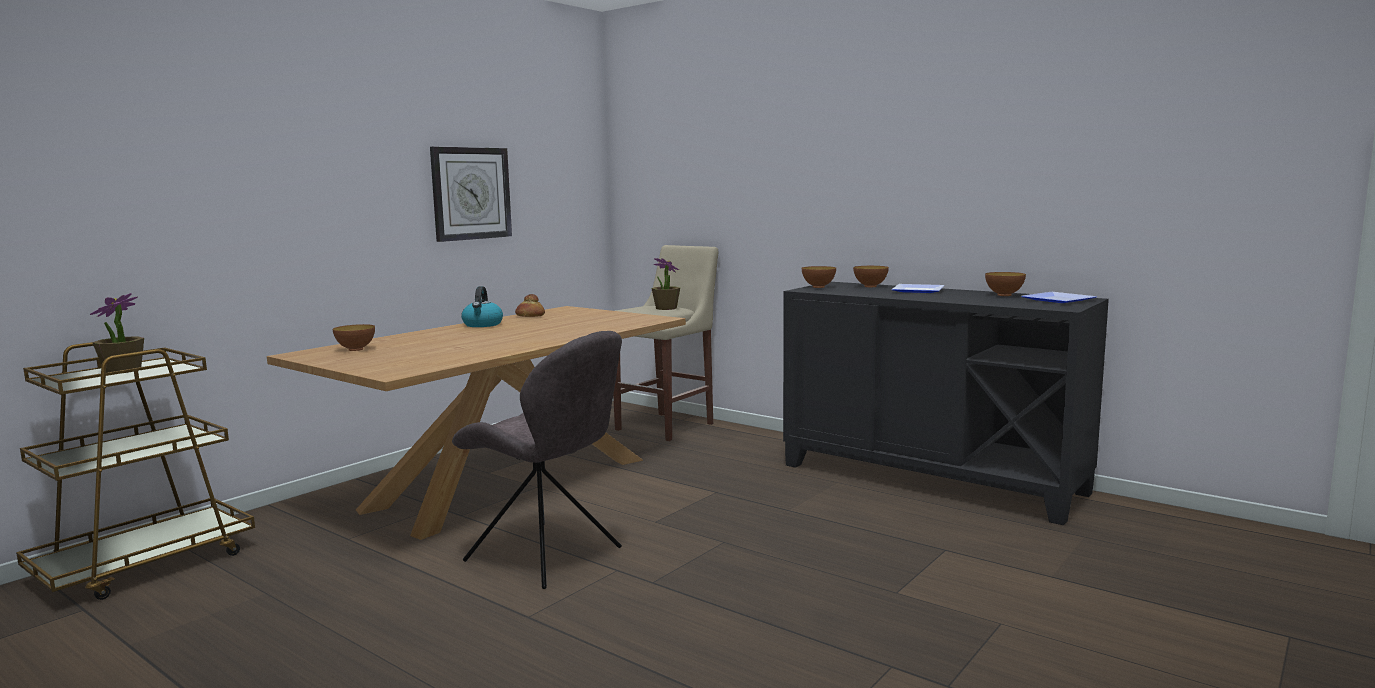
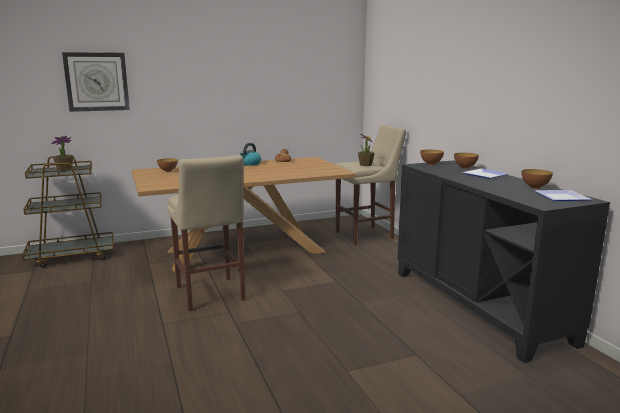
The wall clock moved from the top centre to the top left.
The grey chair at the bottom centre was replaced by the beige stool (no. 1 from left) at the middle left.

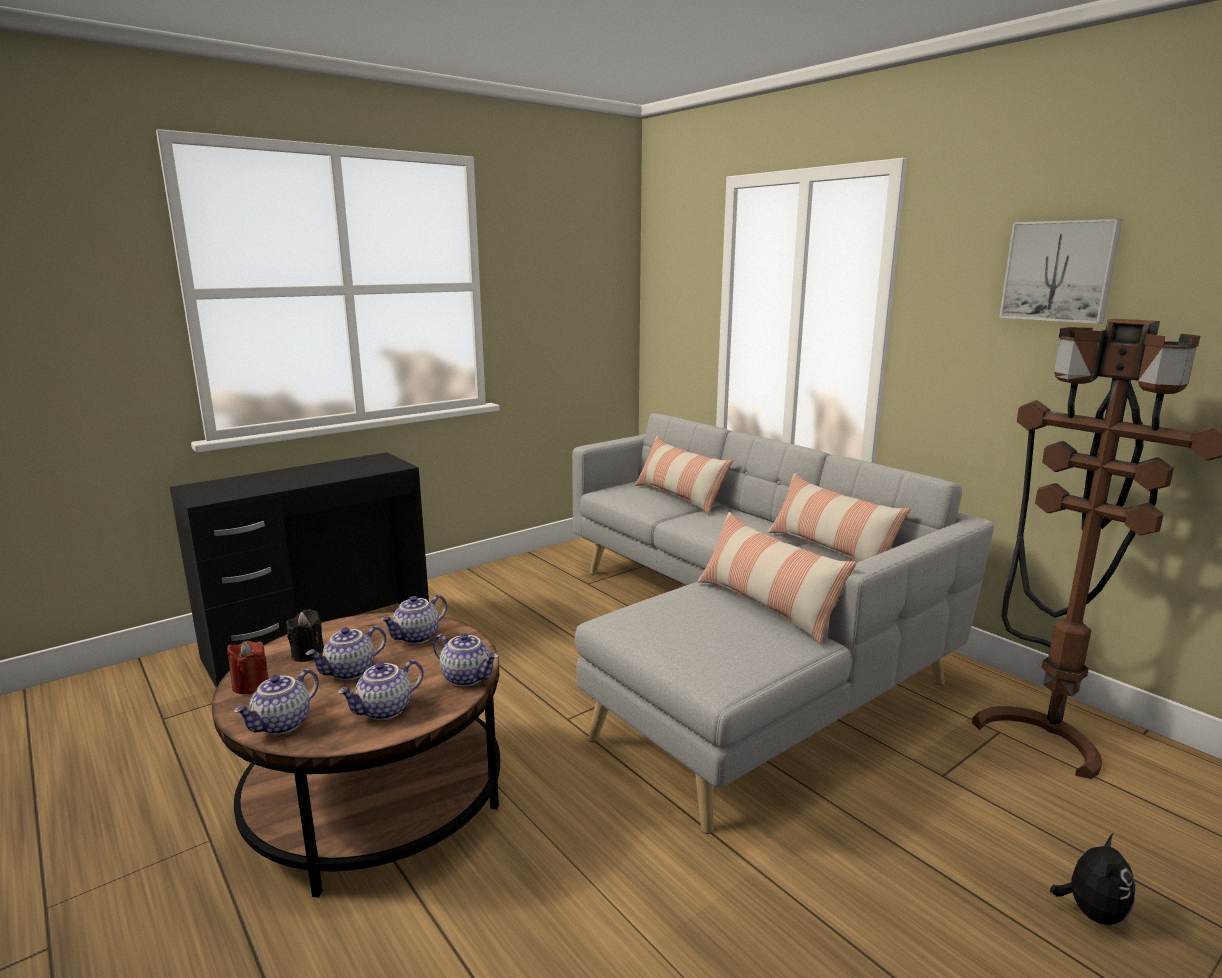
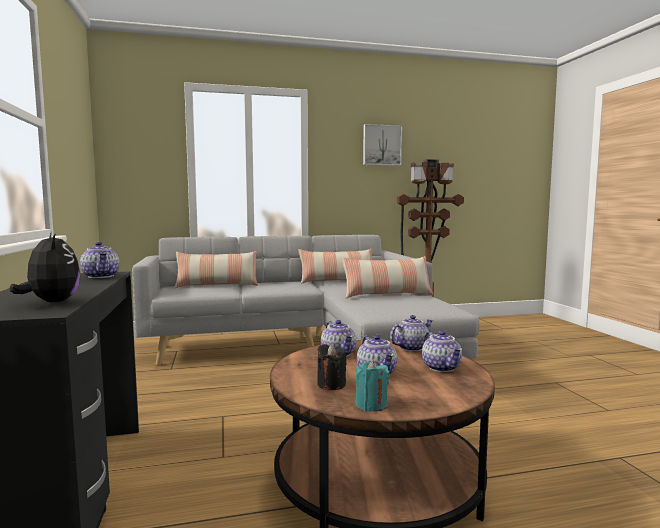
The plush toy moved from the bottom right to the middle left.
The teapot (no. 1 from left) moved from the bottom left to the middle left.
The red candle at the bottom left became the turquoise candle at the bottom centre.

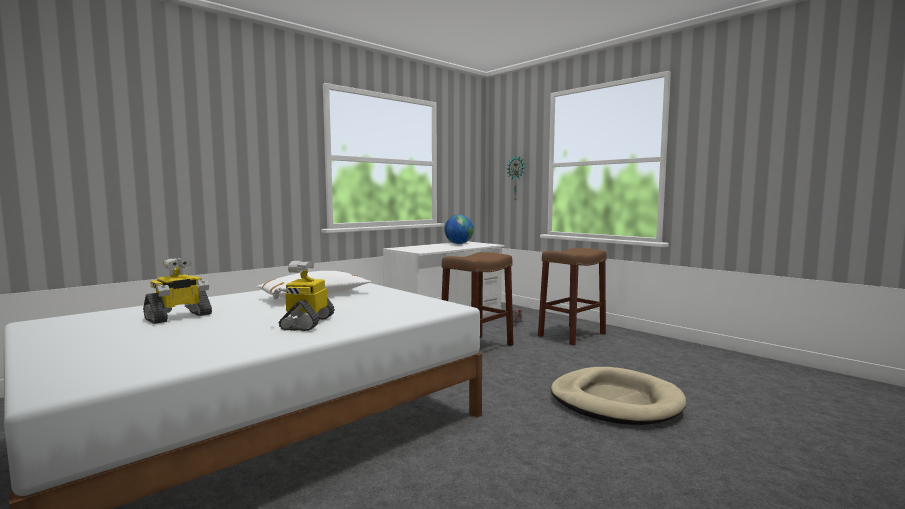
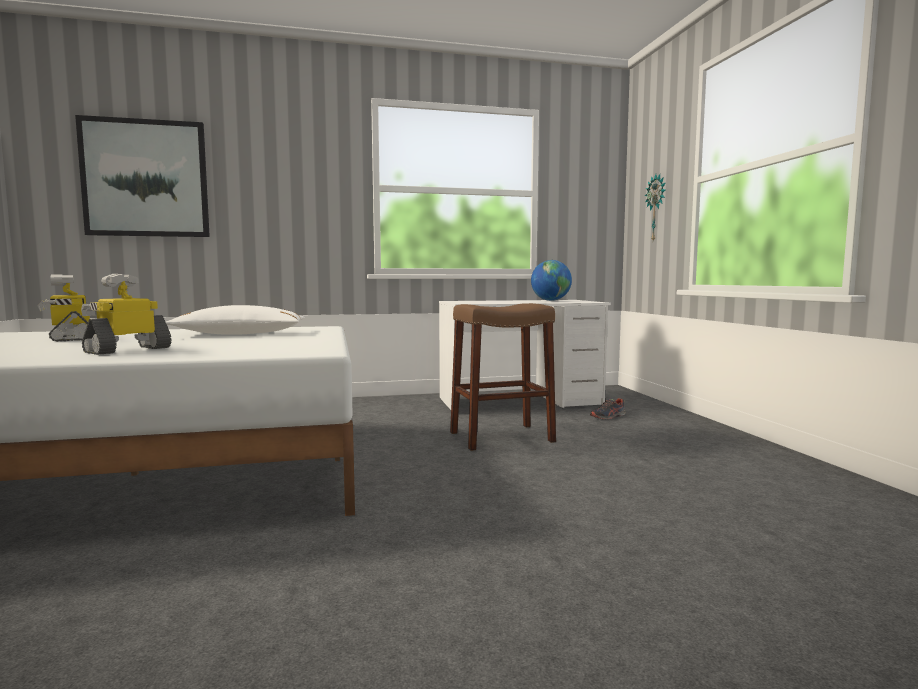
The toy robot (no. 1 from left) at the middle left turned 75 degrees clockwise.
The picture at the top left appeared.
The brown stool (no. 2 from left) at the centre disappeared.
The beige dog bed at the bottom right disappeared.

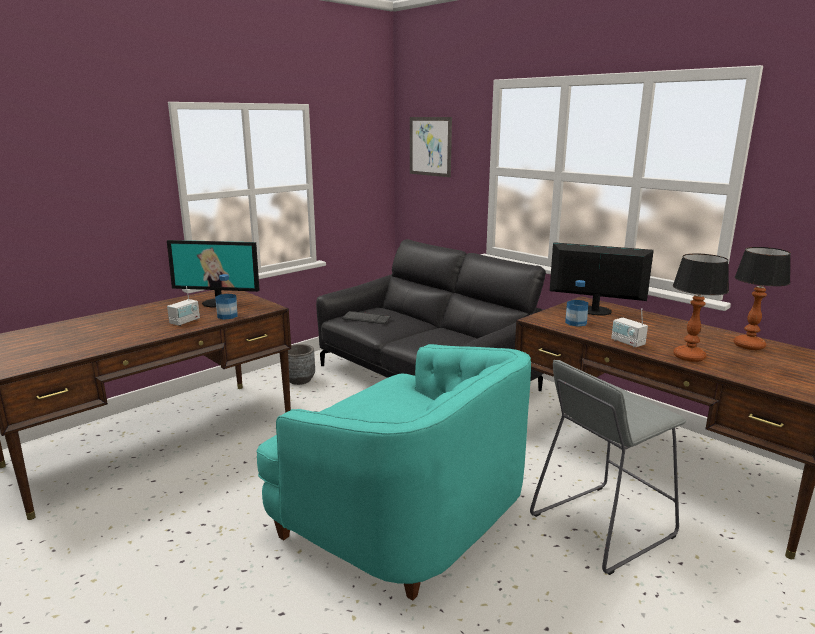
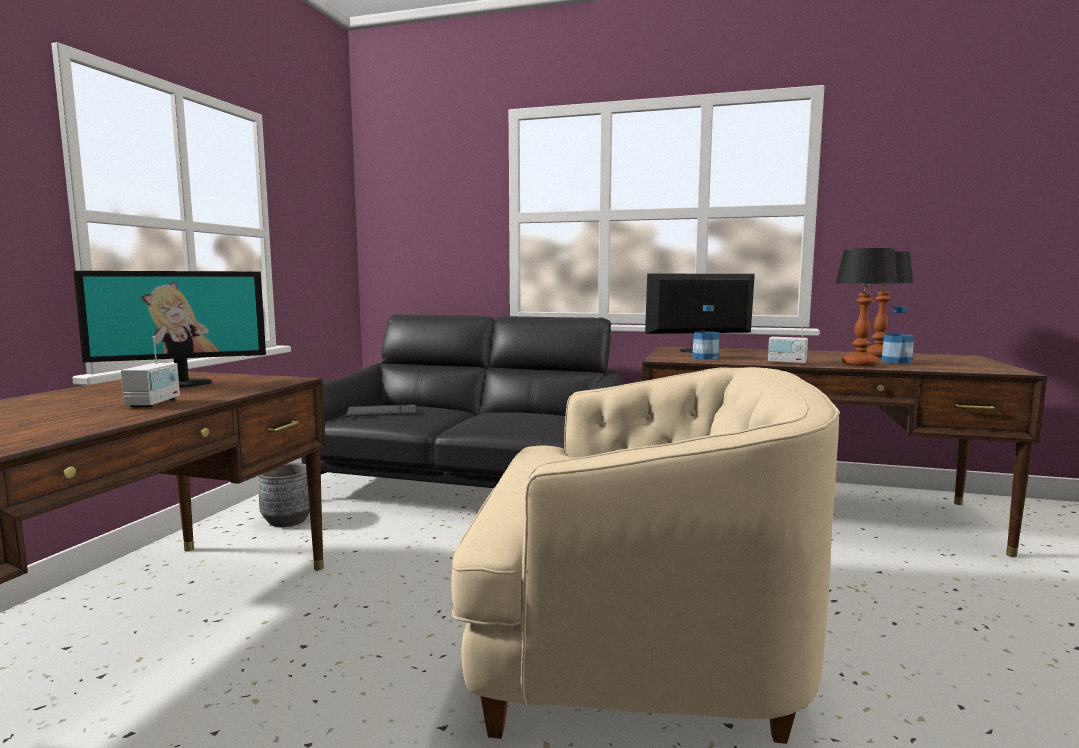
The turquoise armchair at the bottom centre became the beige armchair at the bottom centre.
The bottle (no. 1 from left in the first image) moved from the middle left to the middle right.
The picture at the top centre disappeared.
The grey stool at the bottom right disappeared.

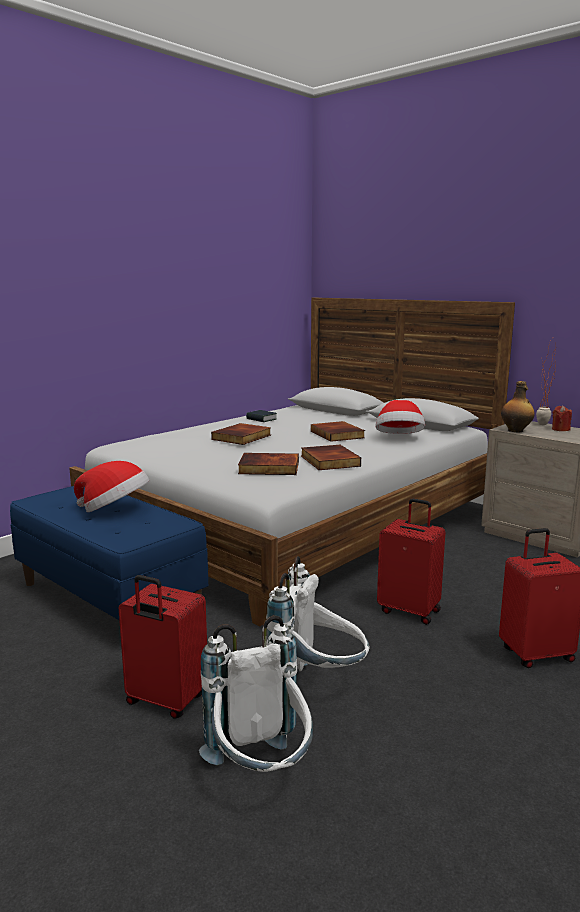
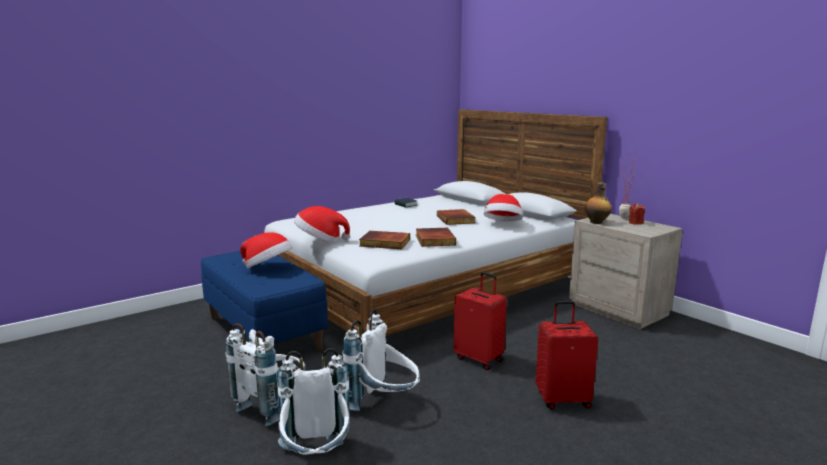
The red suitcase (no. 1 from left) at the bottom left was replaced by the white backpack (no. 1 from left) at the bottom left.
The hat (no. 2 from left) at the centre appeared.
The book (no. 1 from left) at the centre disappeared.

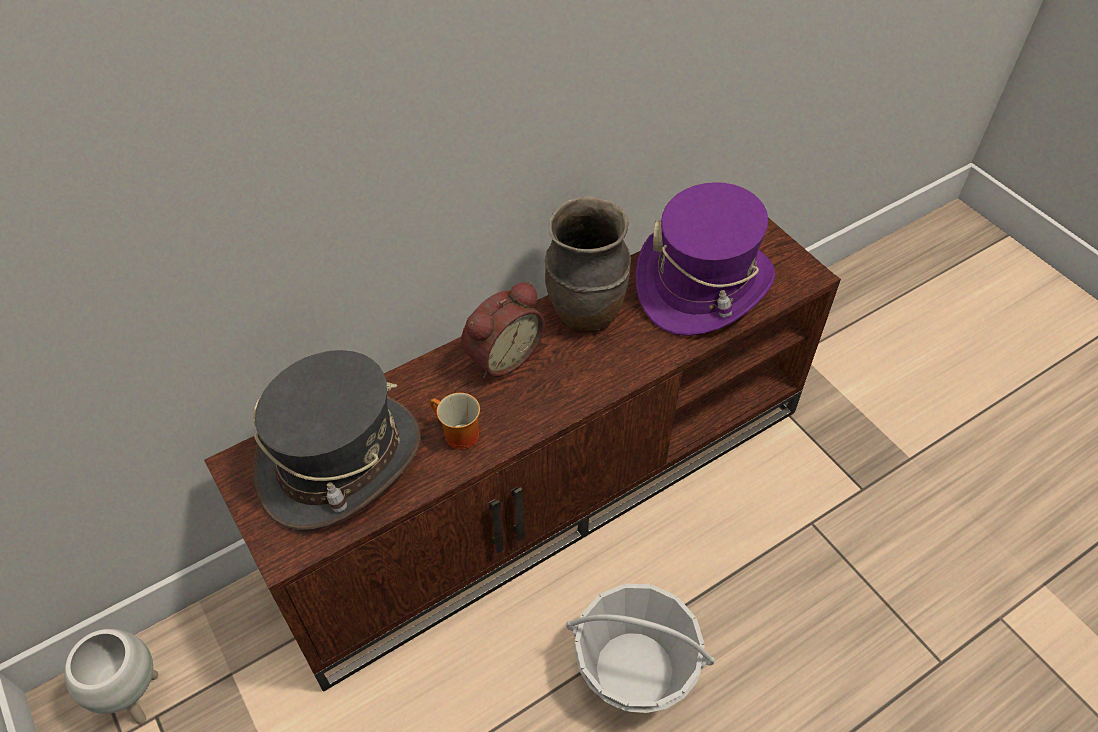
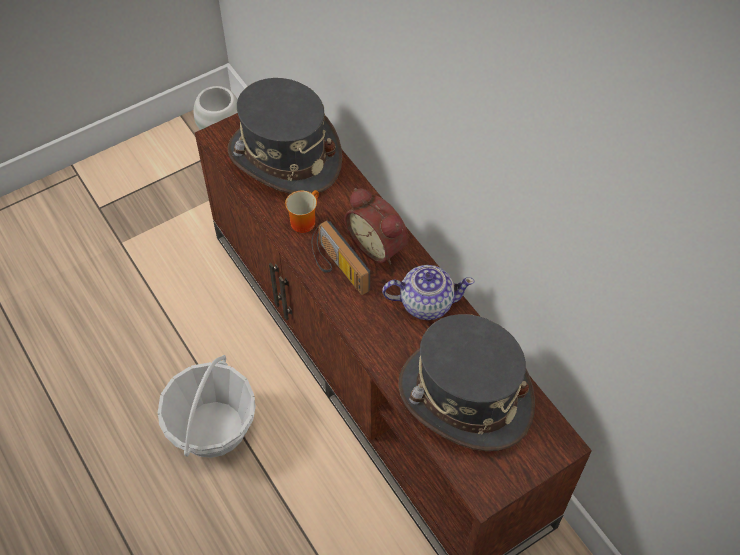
The radio at the centre appeared.
The brown vase at the centre was replaced by the teapot at the centre.
The purple hat at the centre became the grey hat (no. 2 from left) at the bottom centre.

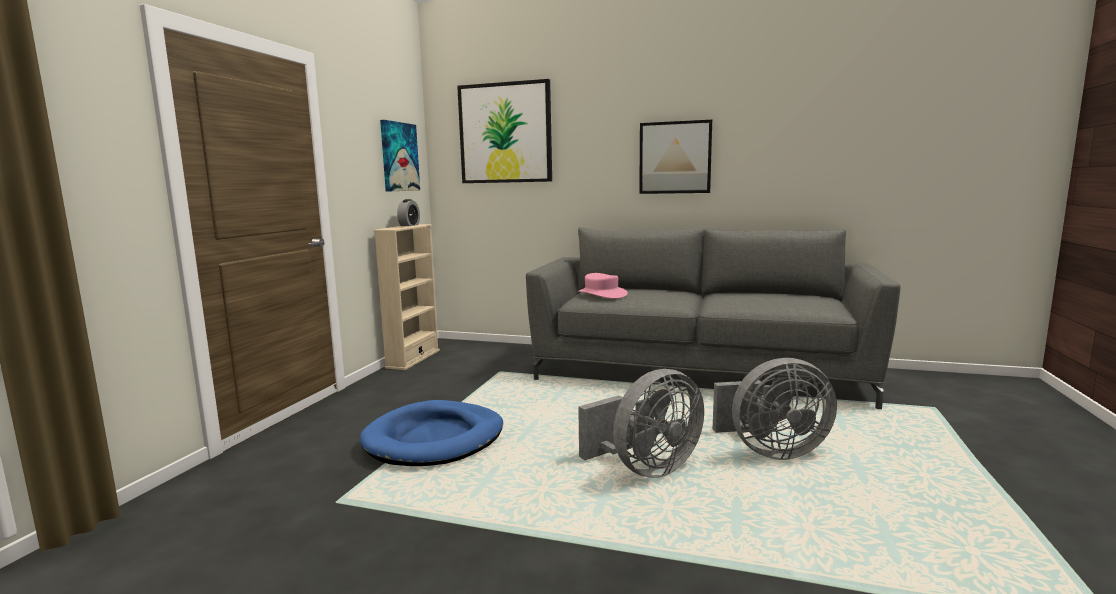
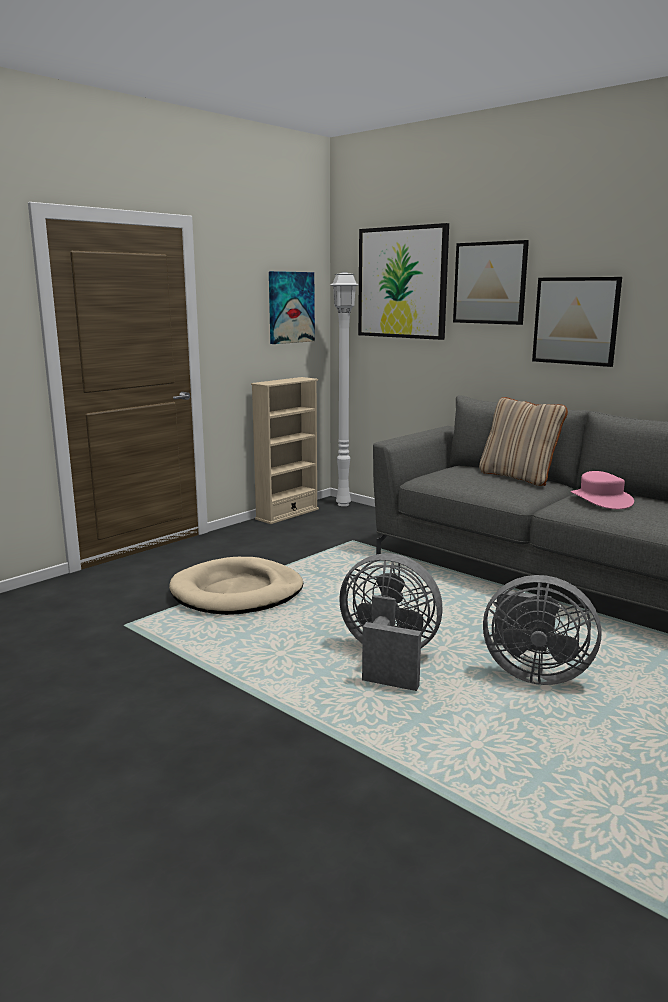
The blue dog bed at the bottom centre became the beige dog bed at the centre.
The white floor lamp at the centre appeared.
The grey fan (no. 1 from left) at the bottom centre turned 150 degrees counterclockwise.
The picture (no. 3 from left) at the top right appeared.
The beige pillow at the middle right appeared.
The pink hat moved from the centre to the middle right.
The alarm clock at the centre disappeared.

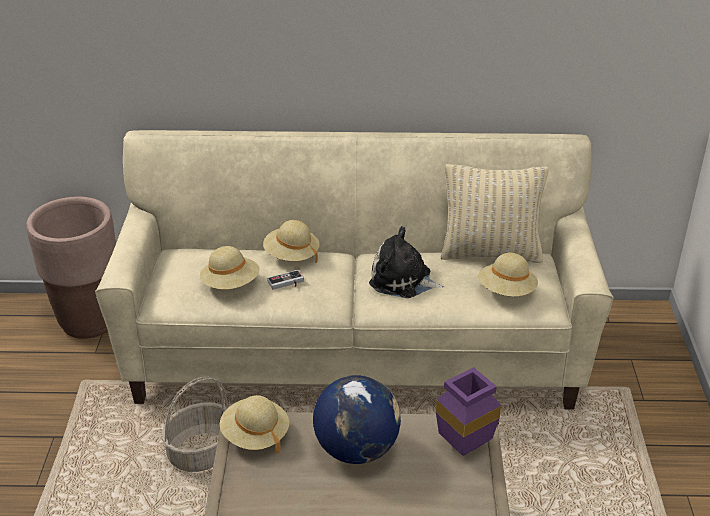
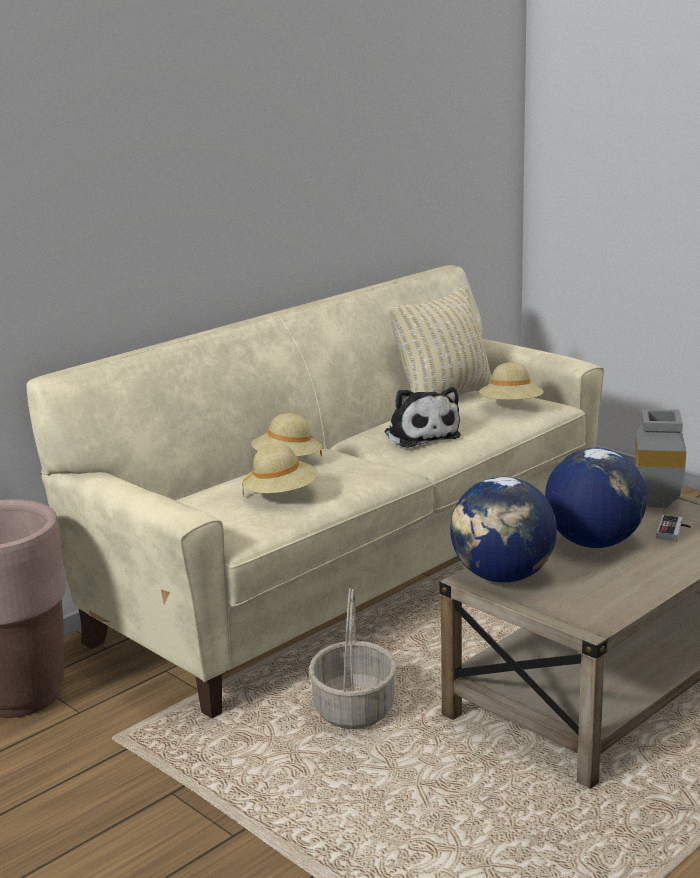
The plush toy at the centre turned 90 degrees counterclockwise.
The beige hat (no. 2 from left) at the bottom centre was replaced by the globe (no. 1 from left) at the middle right.
The purple vase at the bottom centre became the grey vase at the middle right.
The game controller moved from the centre to the middle right.

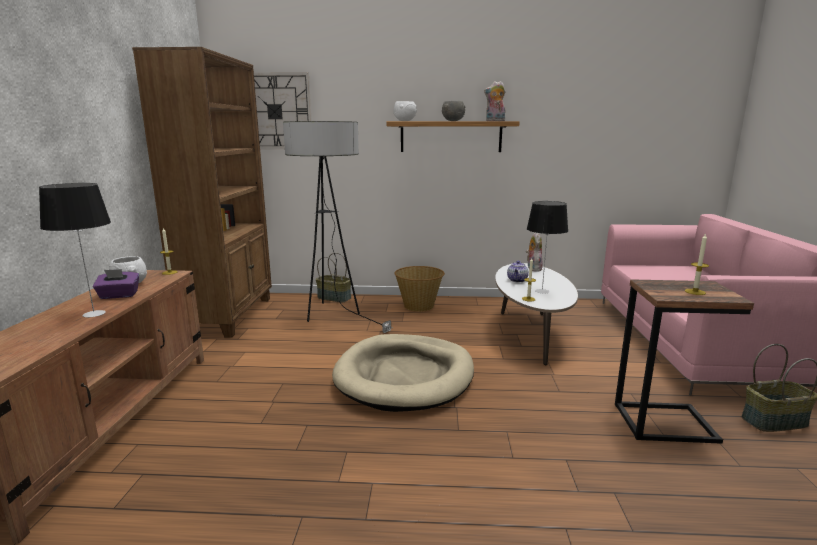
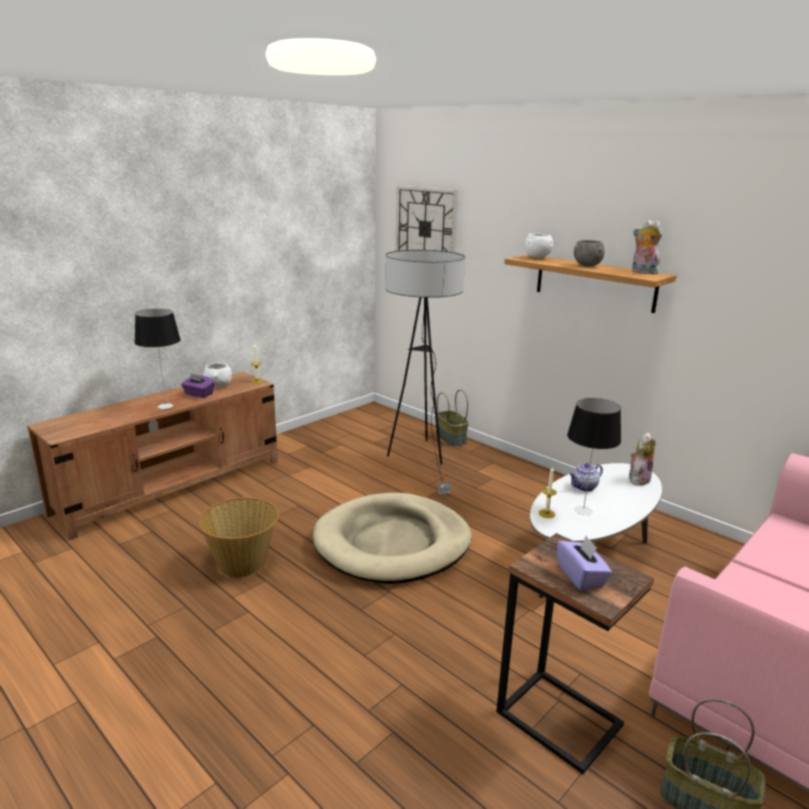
The basket (no. 2 from left in the first image) moved from the centre to the middle left.
The candle (no. 3 from left) at the middle right was replaced by the purple tissue box (no. 2 from left) at the bottom right.
The brown bookcase at the middle left disappeared.

